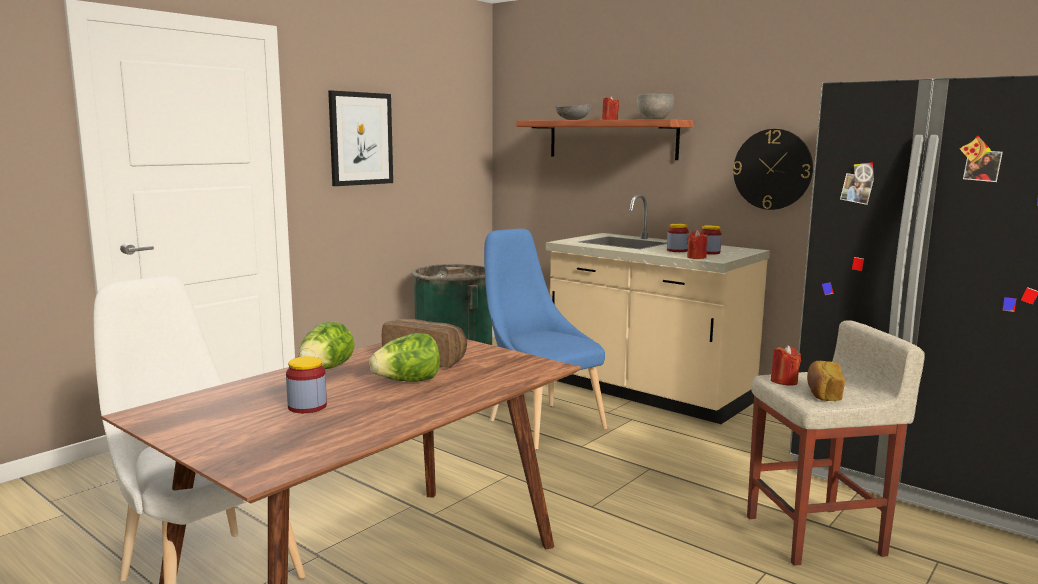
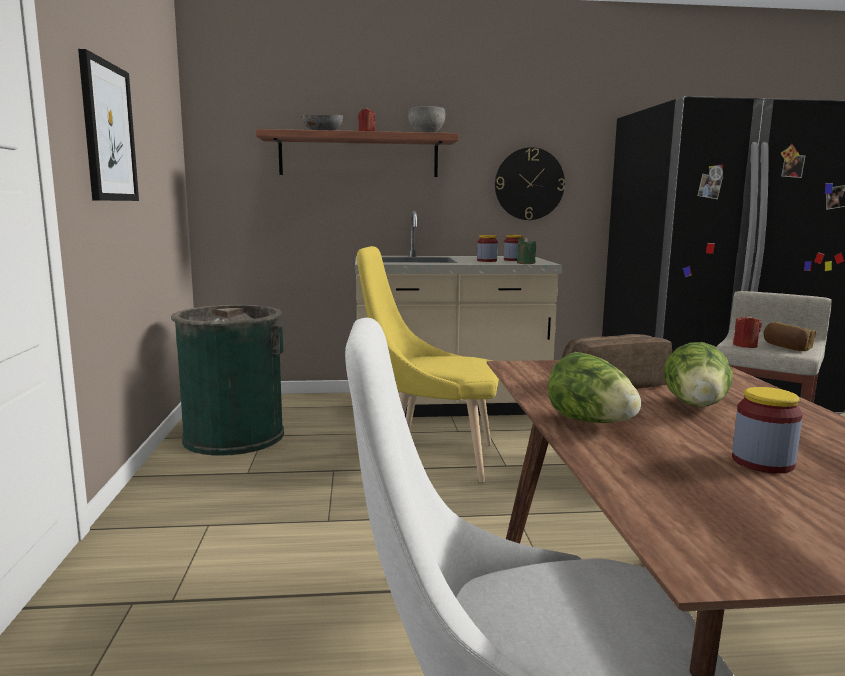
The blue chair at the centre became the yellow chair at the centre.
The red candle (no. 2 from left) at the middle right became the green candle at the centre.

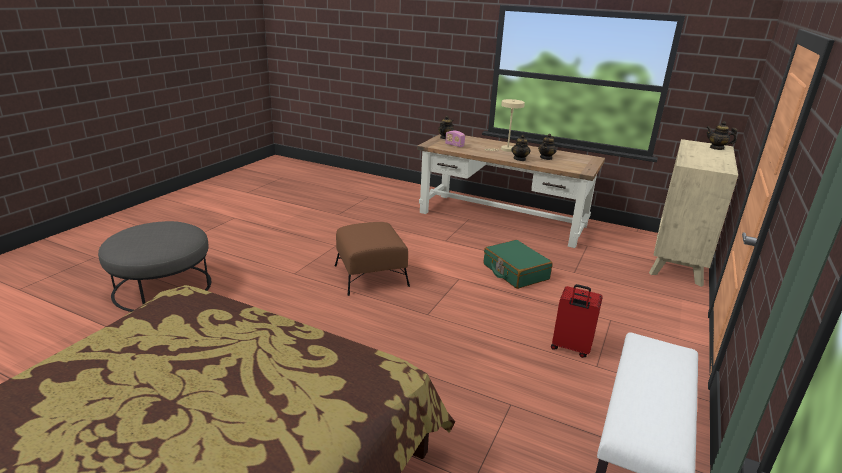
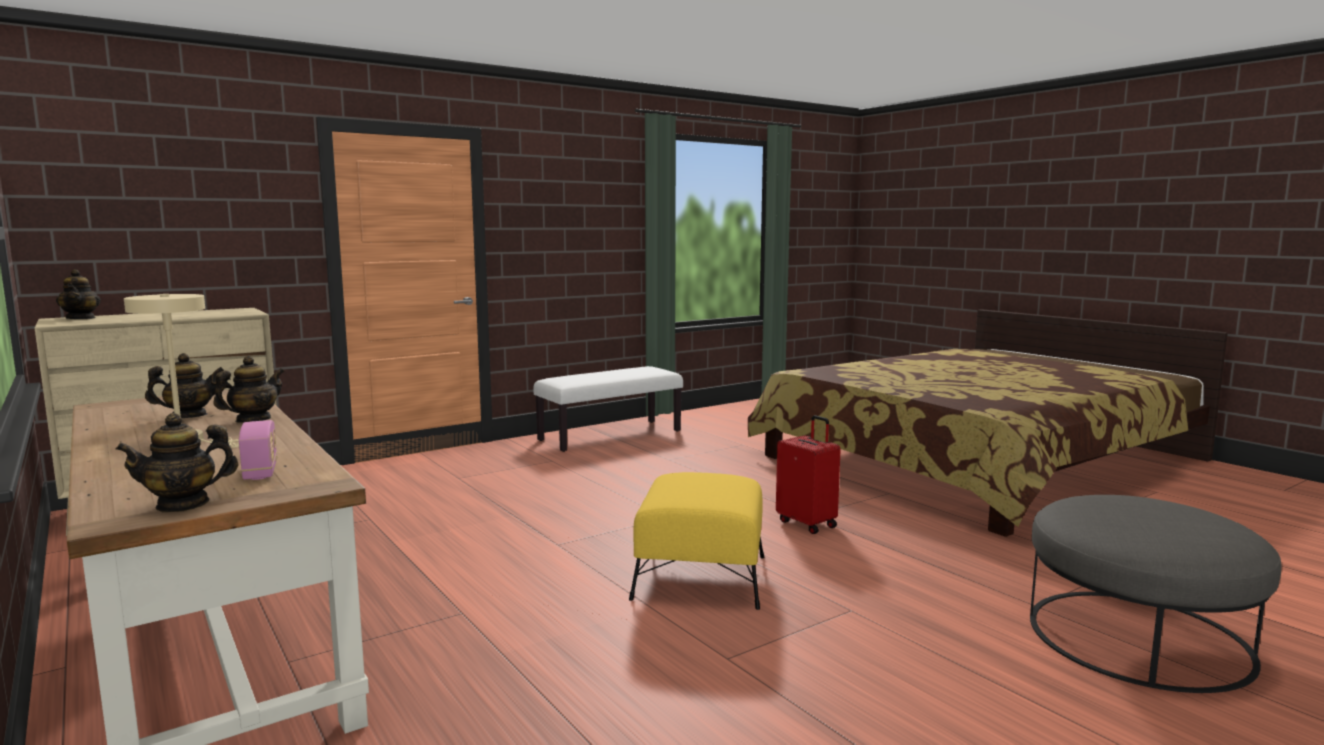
The brown ottoman at the centre became the yellow ottoman at the bottom centre.
The red suitcase moved from the bottom right to the centre.
The green suitcase at the centre disappeared.

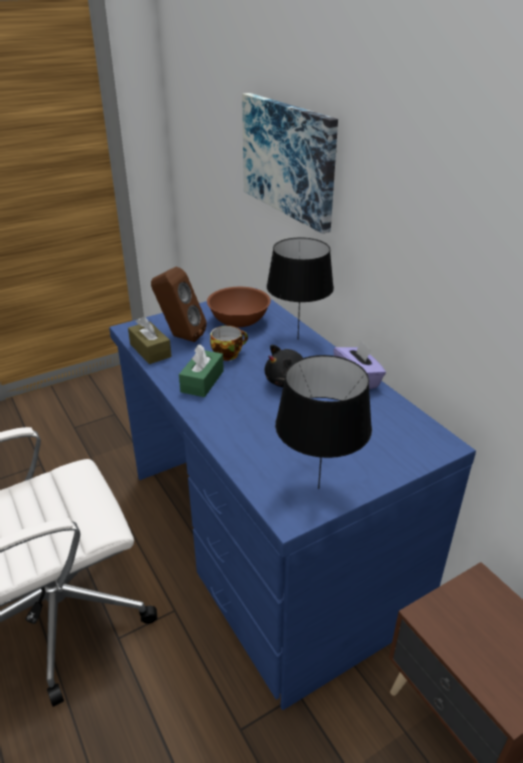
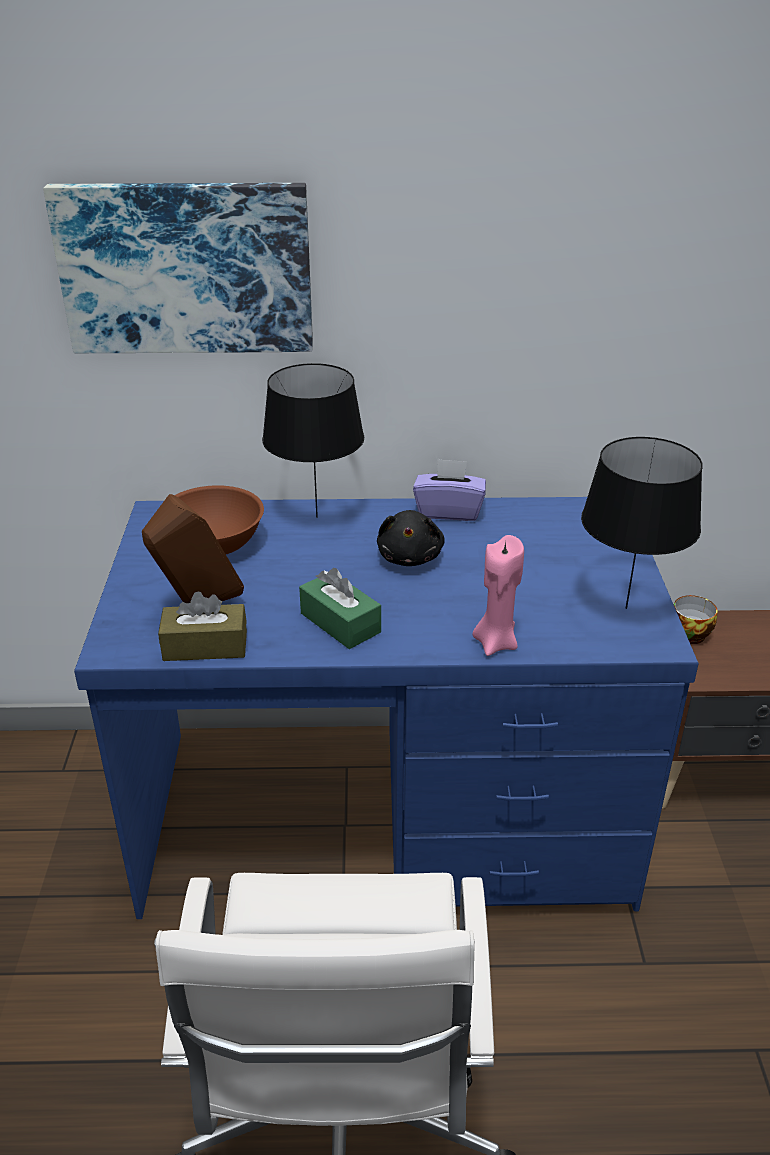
The pink candle at the centre appeared.
The cup moved from the centre to the middle right.

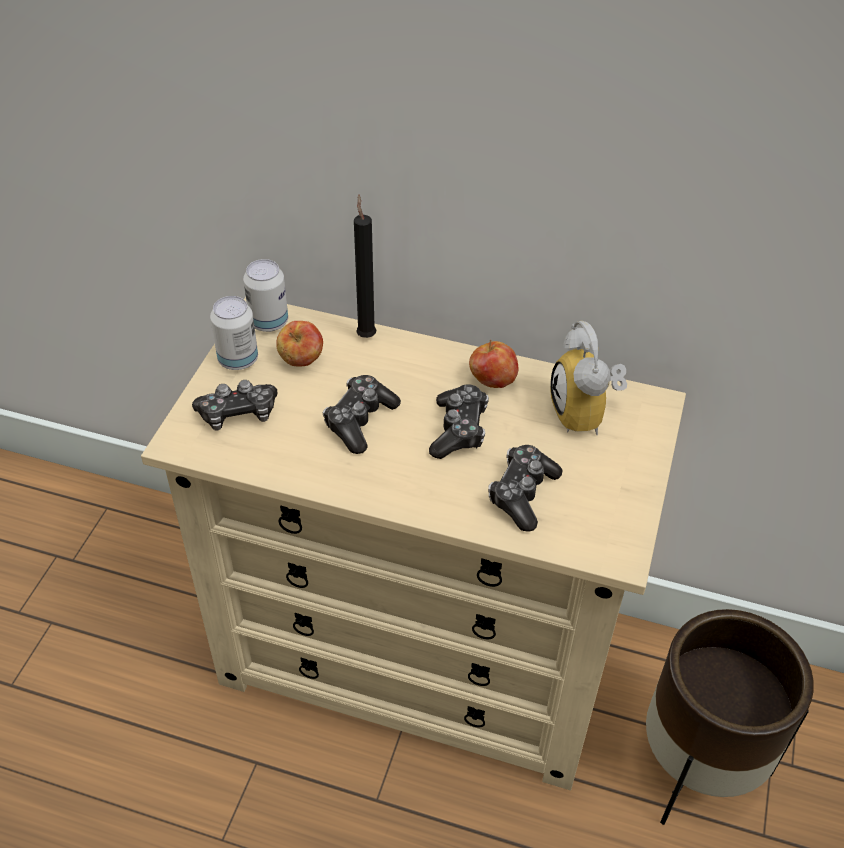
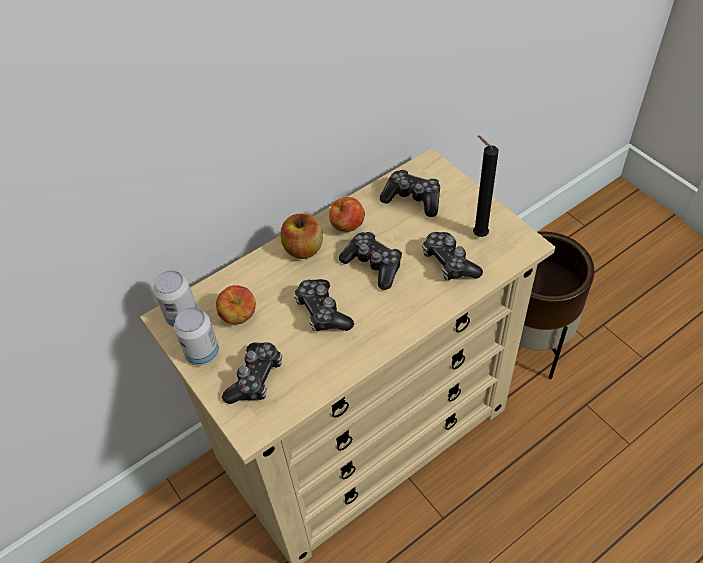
The apple (no. 2 from left) at the centre appeared.
The alarm clock at the middle right was replaced by the game controller (no. 4 from left) at the centre.
The black candle moved from the top centre to the top right.

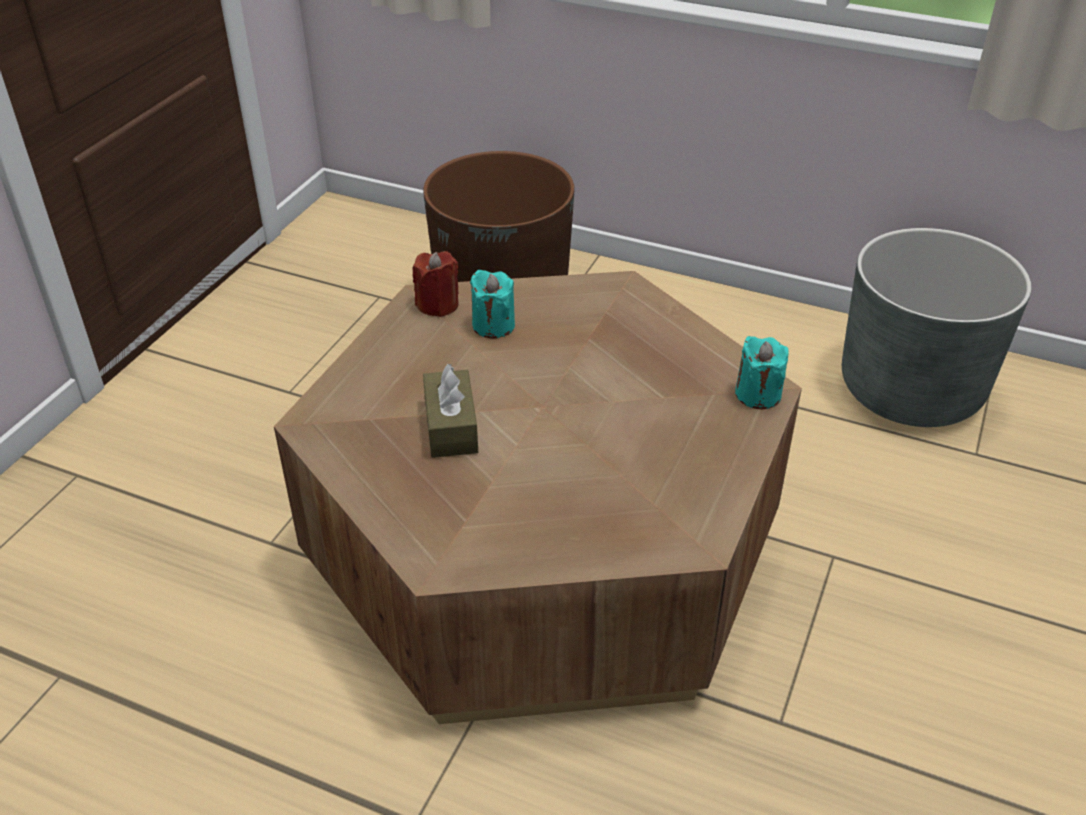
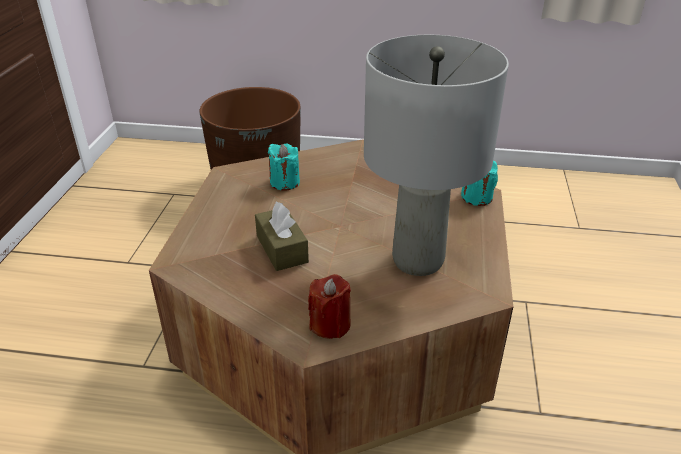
The red candle moved from the centre to the bottom centre.
The grey table lamp at the centre appeared.
The grey planter at the middle right disappeared.

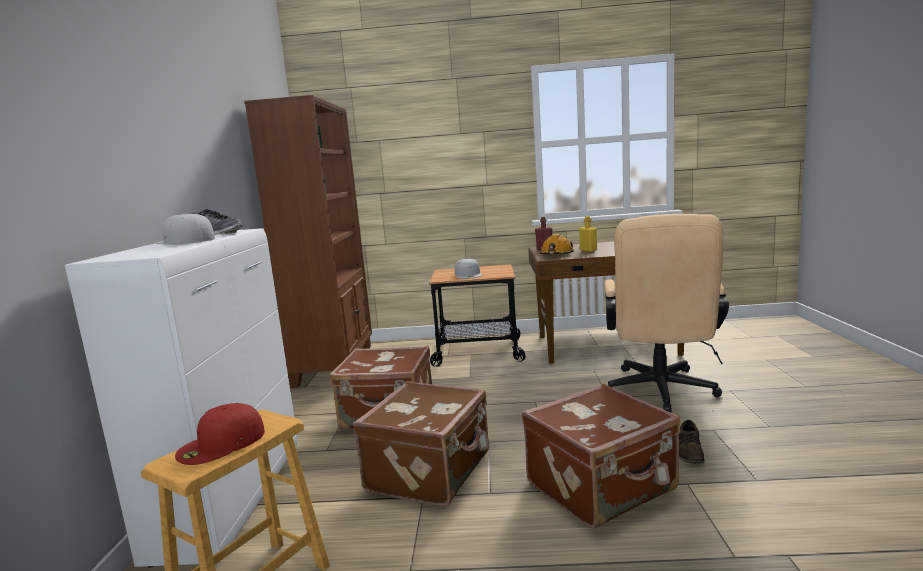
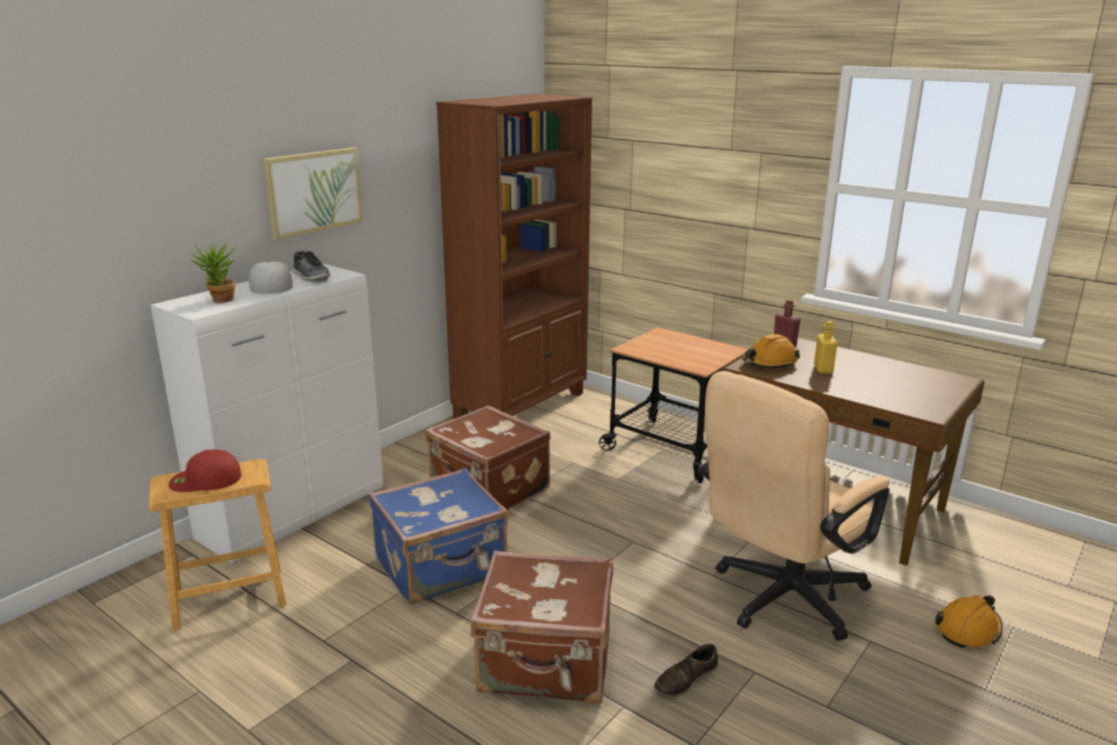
The potted plant at the middle left appeared.
The picture at the top left appeared.
The brown suitcase (no. 2 from left) at the bottom centre became the blue suitcase at the bottom centre.
The orange hard hat (no. 2 from left) at the bottom right appeared.
The white cap (no. 2 from left) at the centre disappeared.

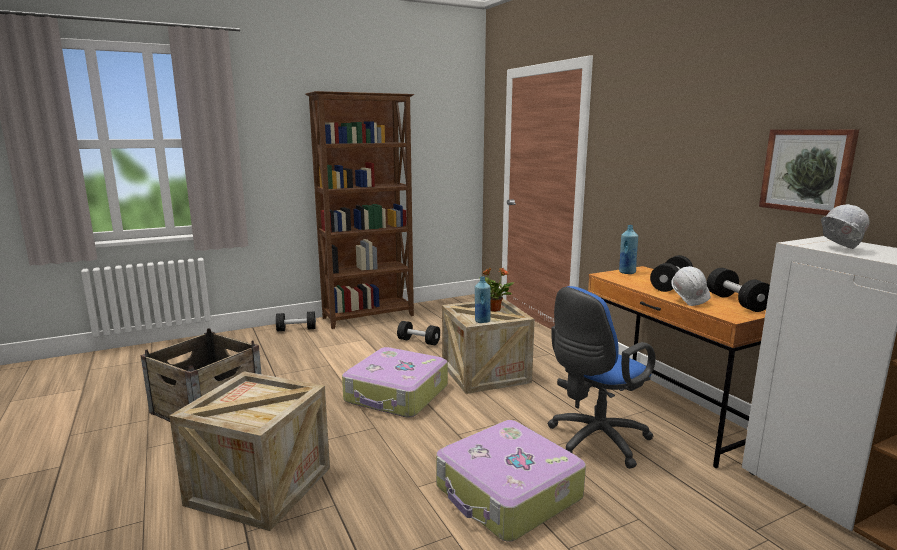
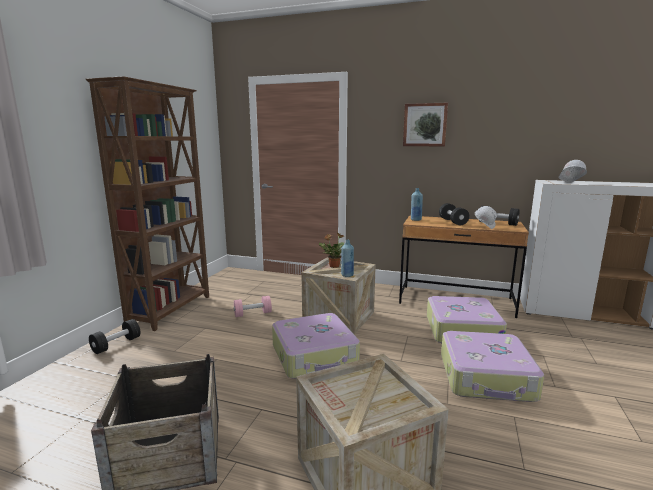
The black dumbbell (no. 2 from left) at the centre became the pink dumbbell at the centre.
The picture moved from the top right to the top centre.
The blue office chair at the bottom right was replaced by the suitcase (no. 2 from left) at the middle right.

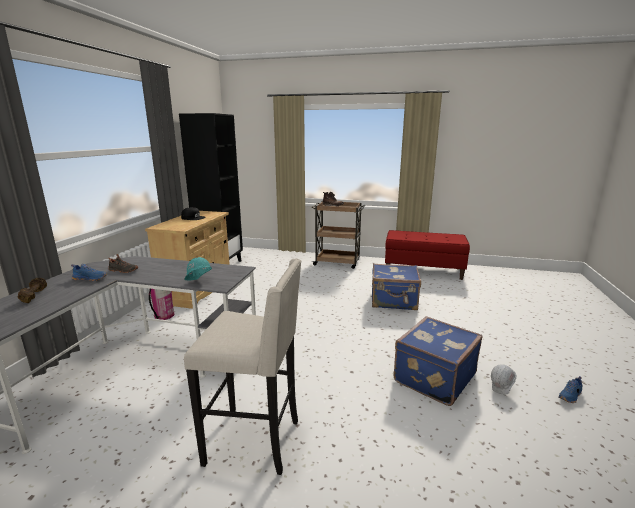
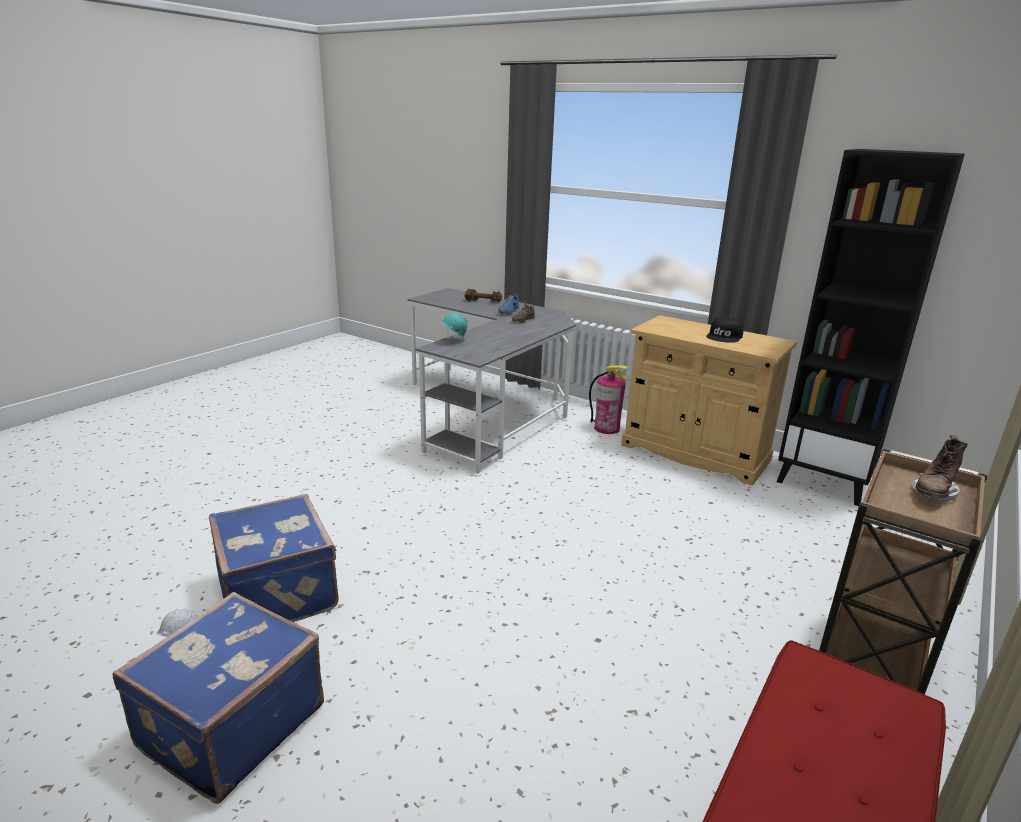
The blue suitcase (no. 1 from left) moved from the centre to the bottom left.
The beige stool at the bottom centre disappeared.
The blue shoe (no. 2 from left) at the bottom right disappeared.

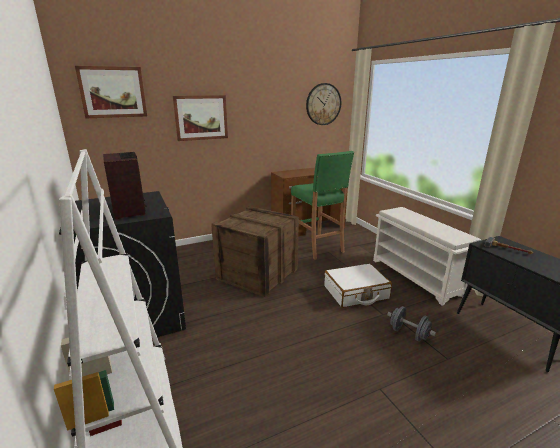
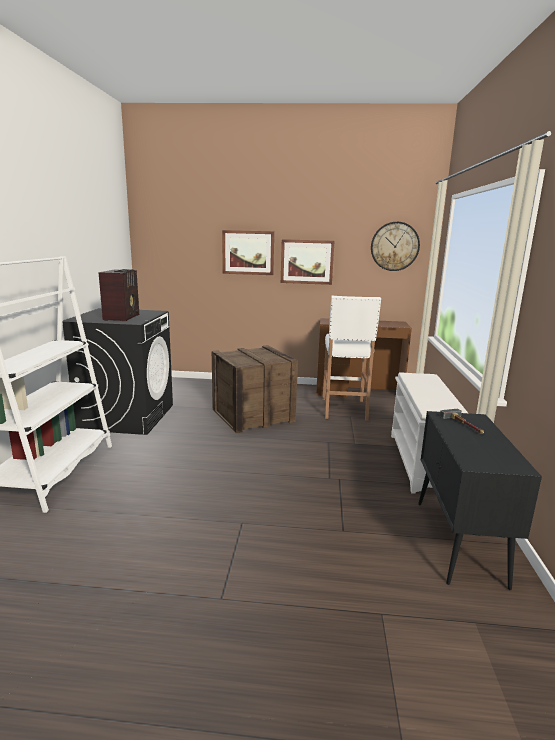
The picture (no. 1 from left in the first image) moved from the top left to the centre.
The green stool at the centre became the white stool at the centre.
The white suitcase at the centre disappeared.
The grey dumbbell at the bottom right disappeared.

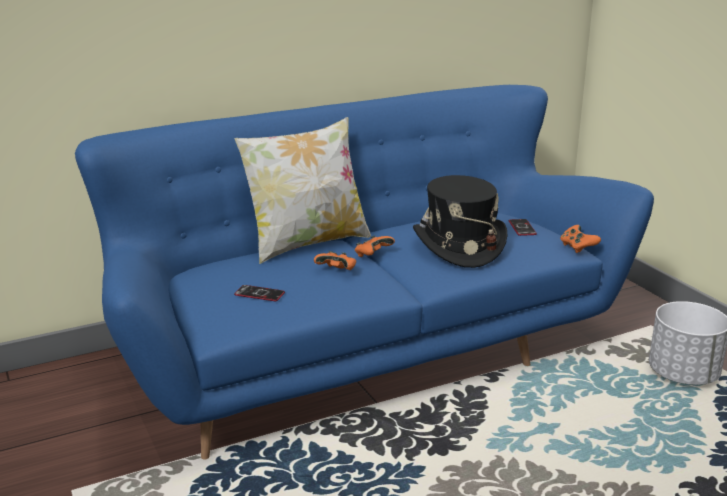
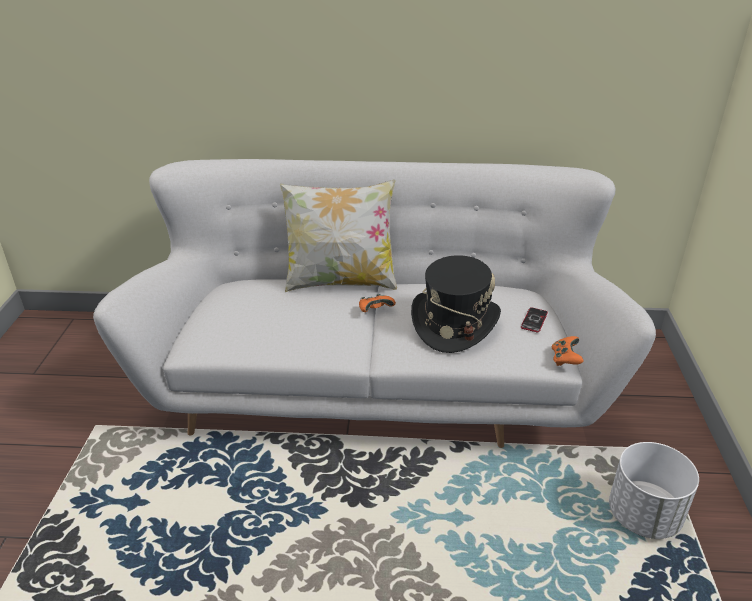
The blue sofa at the centre became the white sofa at the centre.
The phone (no. 1 from left) at the centre disappeared.
The orange game controller (no. 1 from left) at the centre disappeared.

